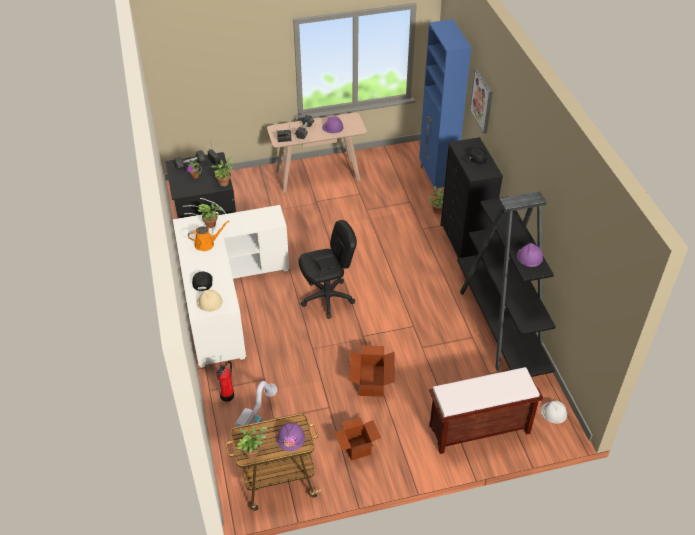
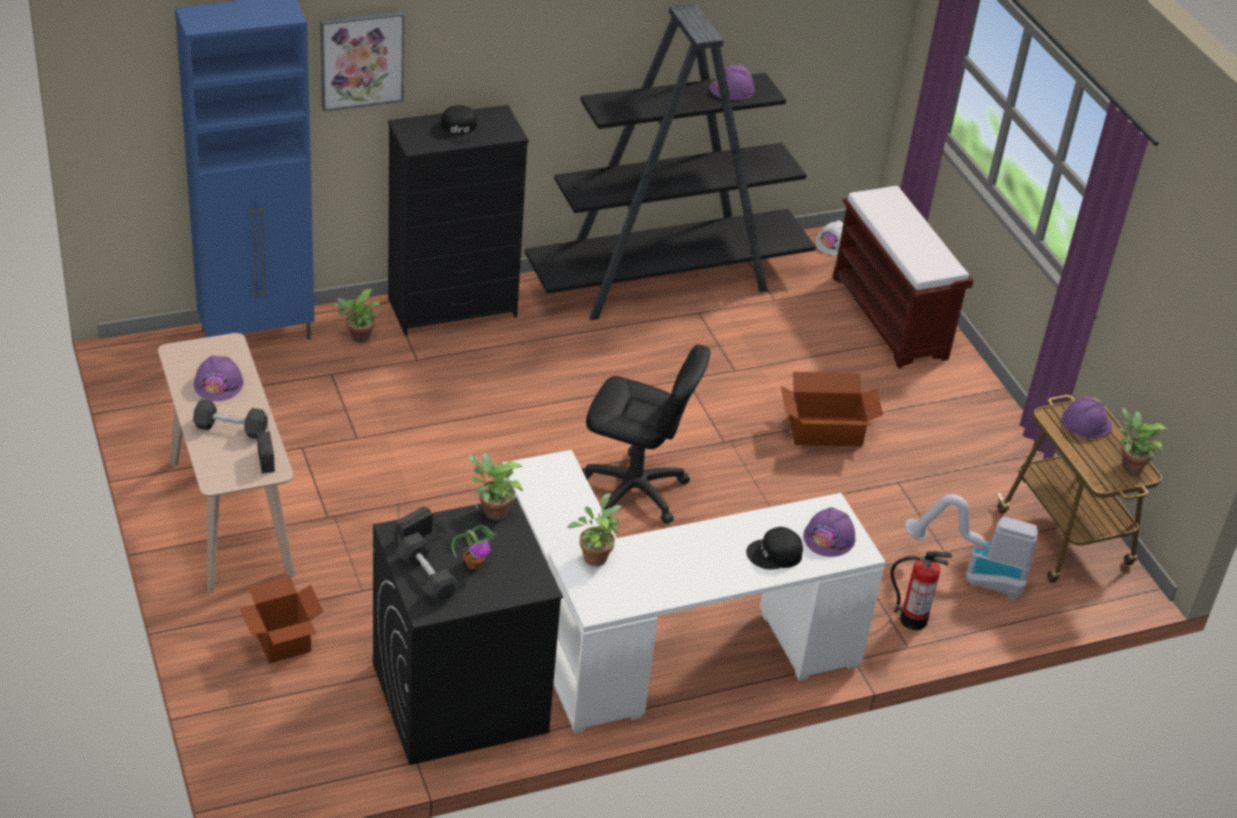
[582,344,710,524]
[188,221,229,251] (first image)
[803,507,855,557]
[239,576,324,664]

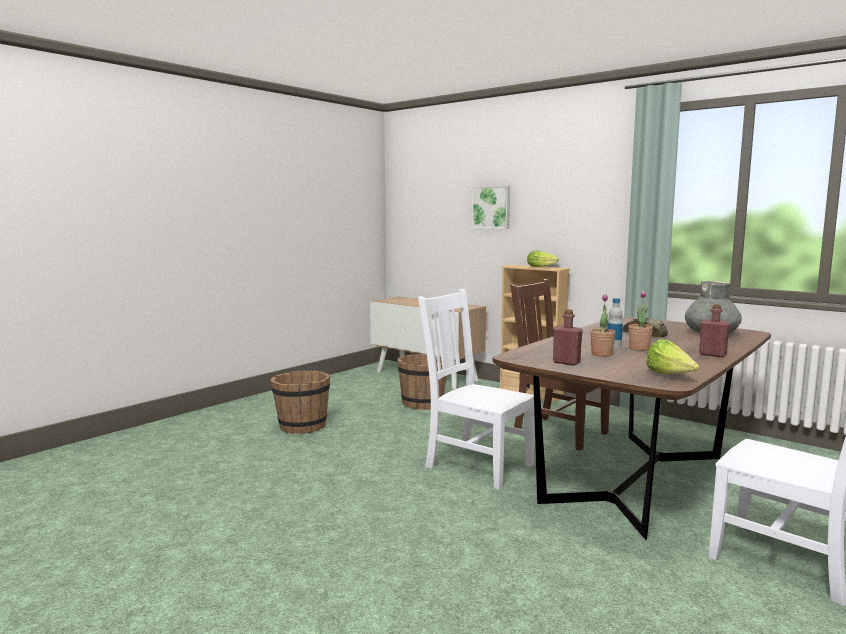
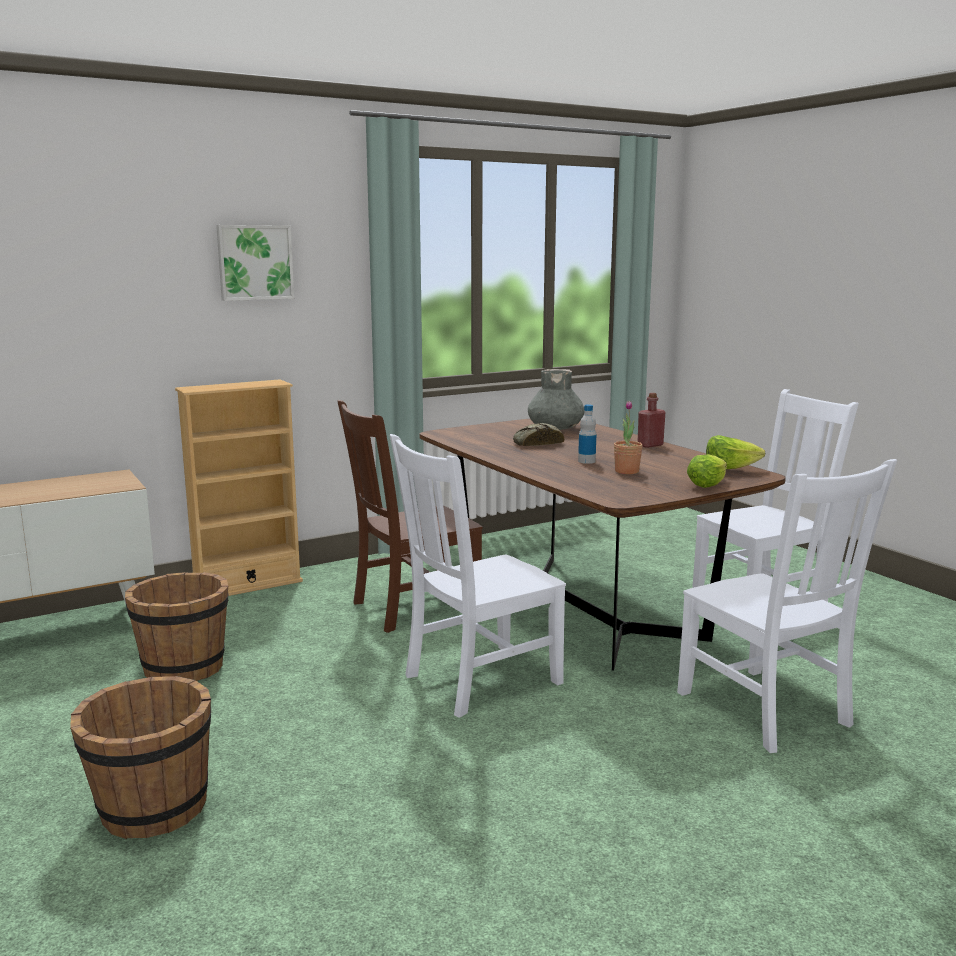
[216,225,294,301]
[687,454,727,488]
[628,291,653,351] (first image)
[553,309,583,366] (first image)
[677,459,897,753]

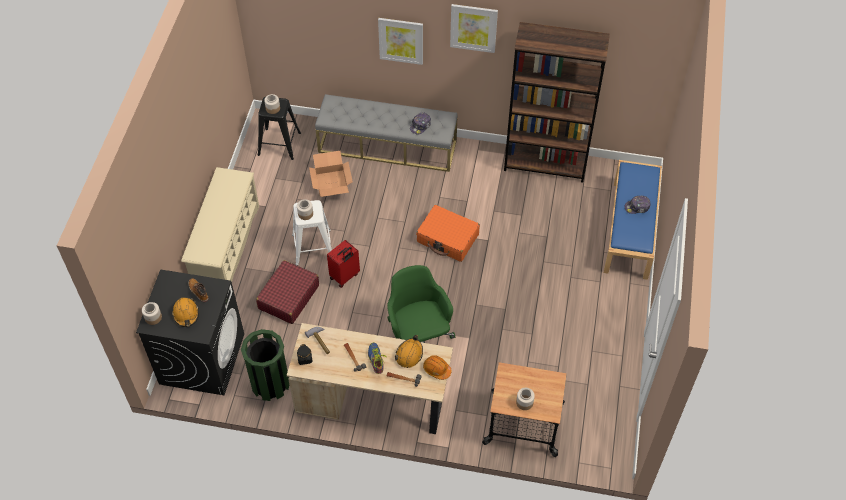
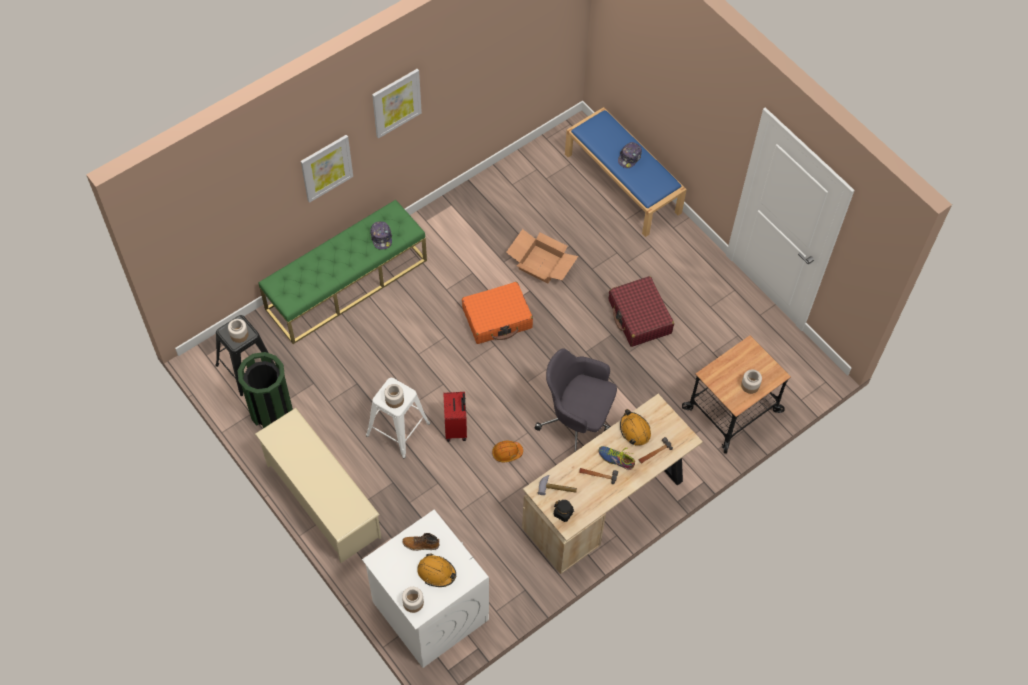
[504,22,610,182] (first image)
[259,200,427,344]
[506,229,578,283]
[609,276,674,347]
[534,348,617,452]
[362,510,489,668]
[237,352,293,428]
[492,441,523,462]

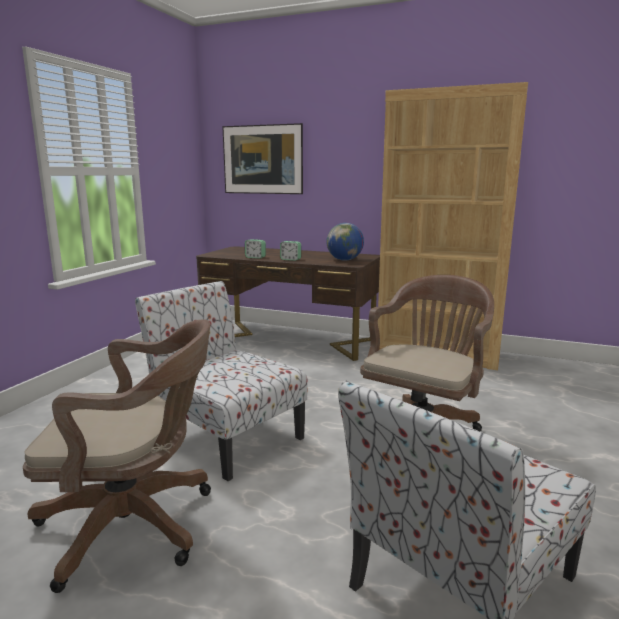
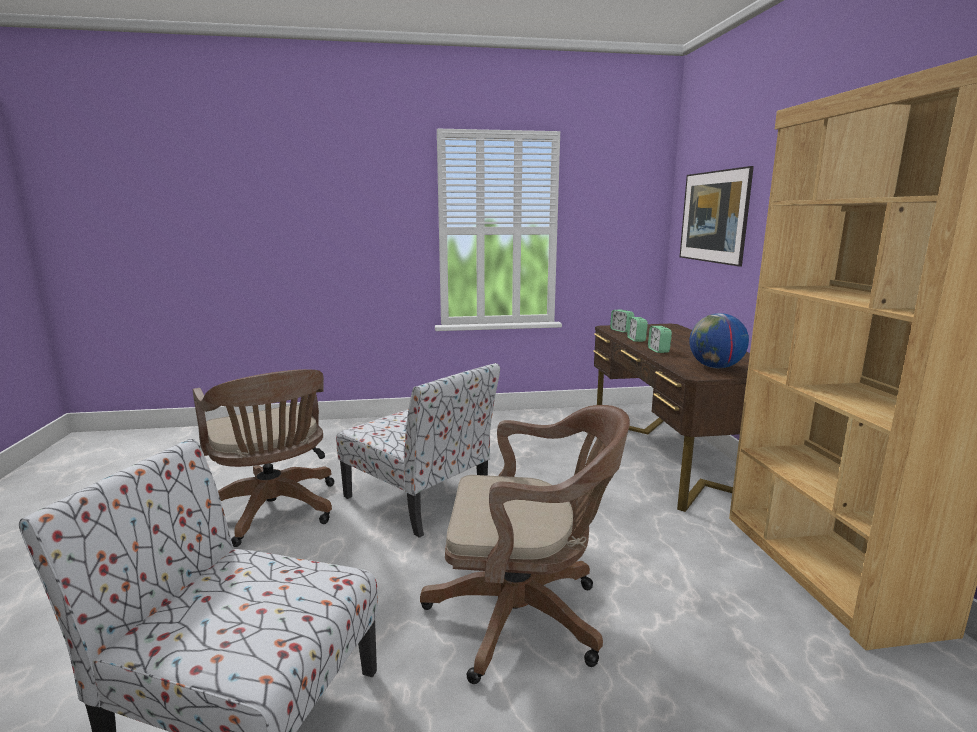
[336,363,500,538]
[610,310,634,333]

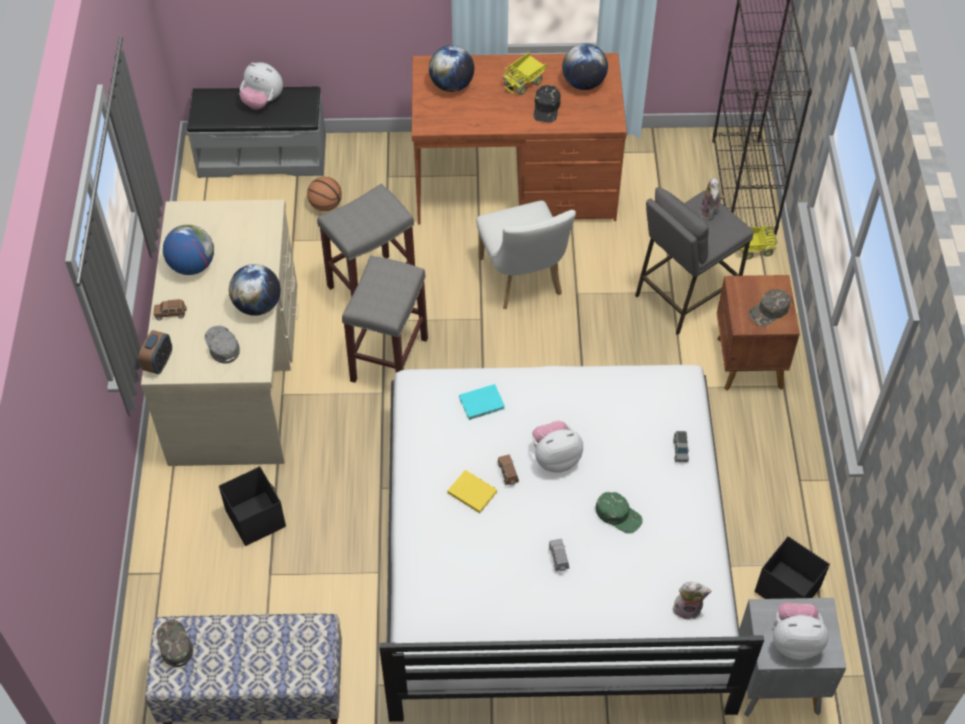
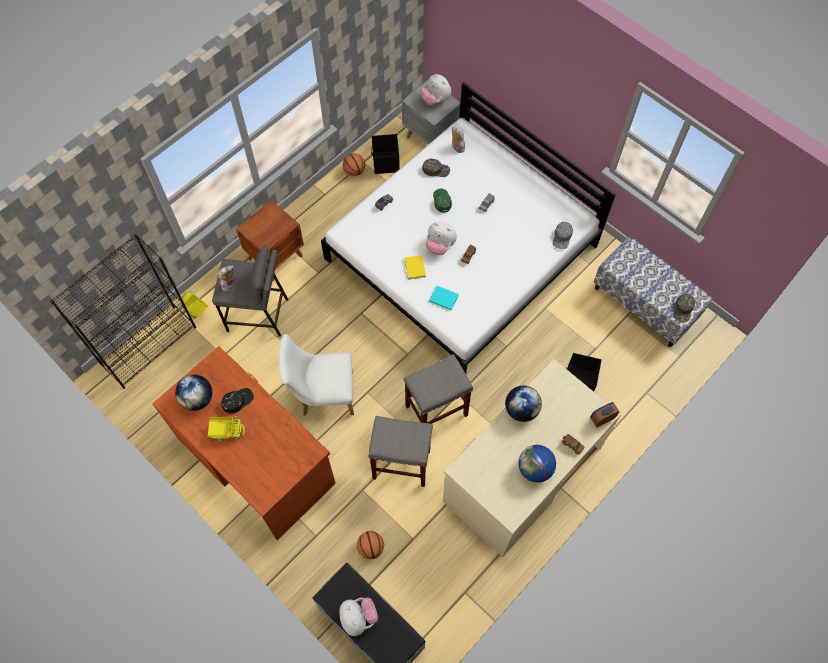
[429,45,474,92] (first image)
[278,334,354,416]
[422,158,450,177]
[553,222,573,249]
[404,255,426,279]
[343,153,365,176]

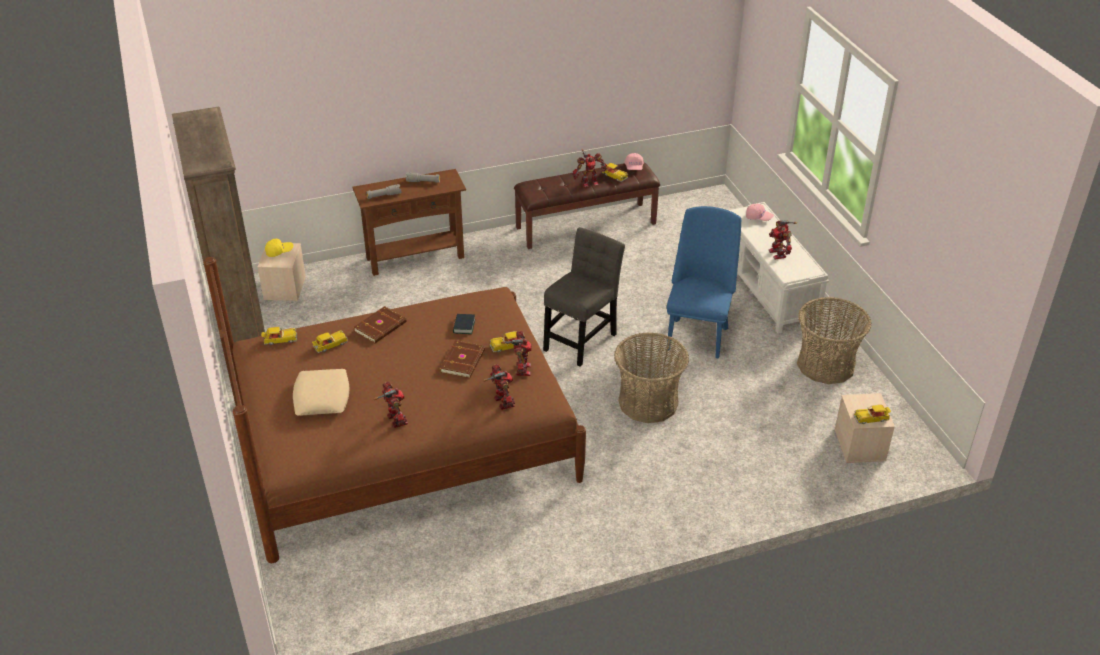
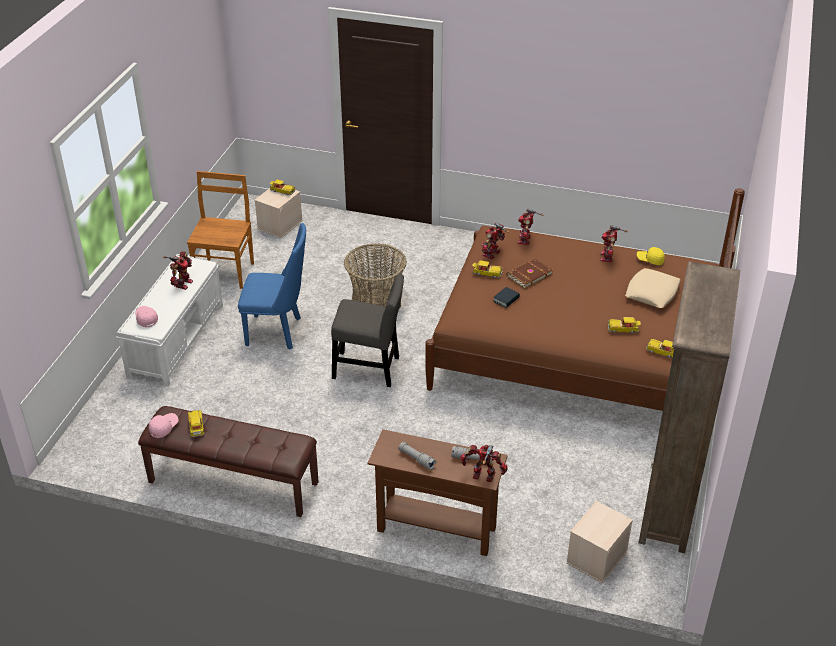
[461,444,508,482]
[238,223,306,350]
[331,273,404,387]
[637,247,665,265]
[187,171,254,289]
[354,306,407,343] (first image)

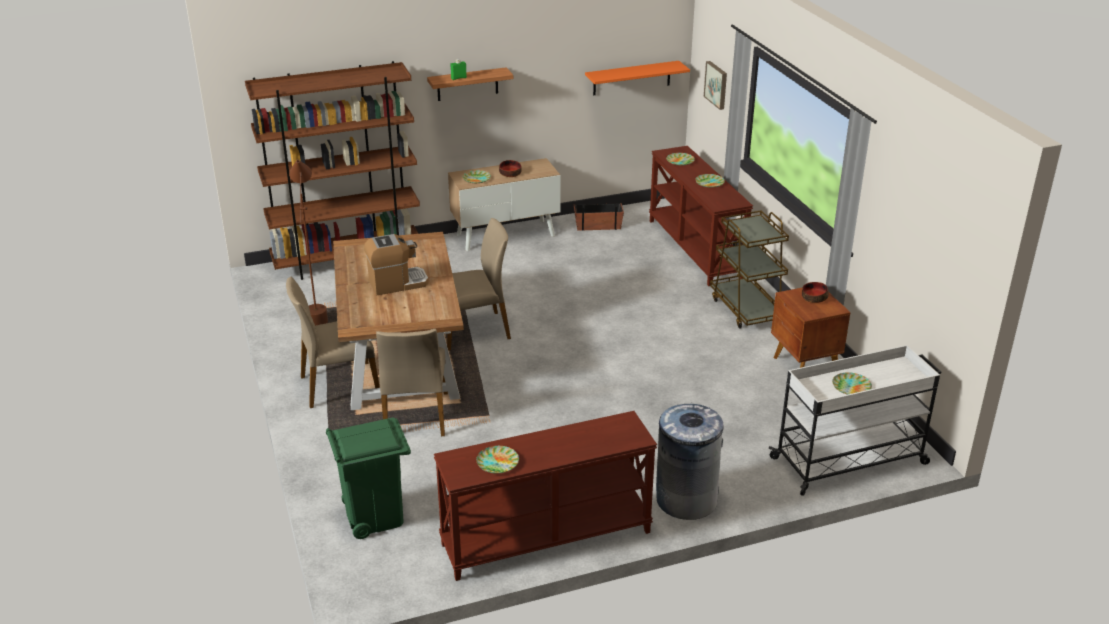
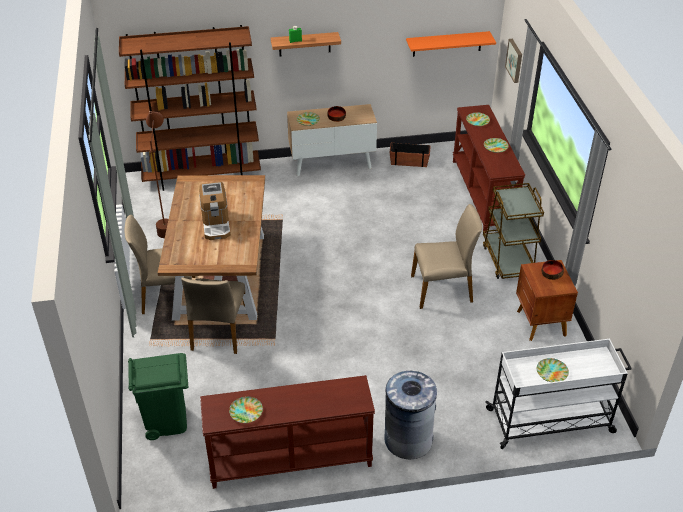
[411,204,482,309]
[199,182,231,240]

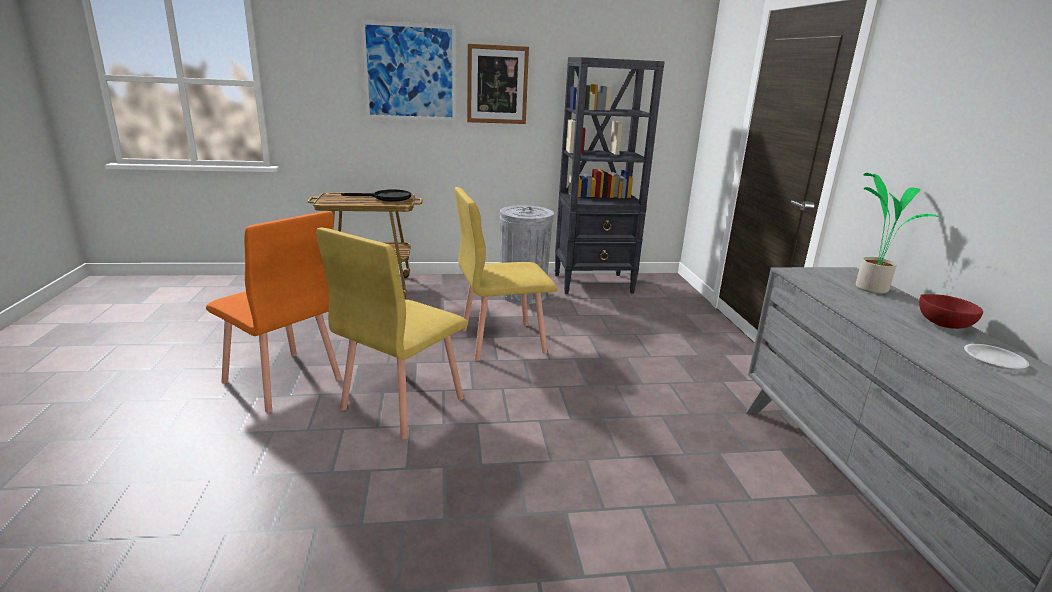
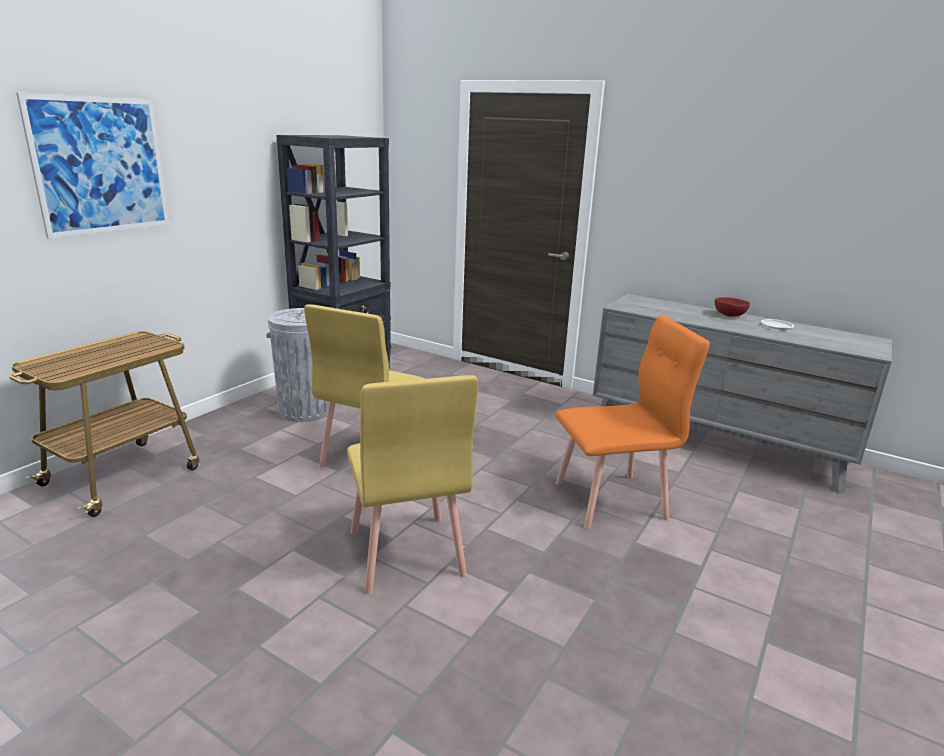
[467,44,529,124] (first image)
[856,173,939,294] (first image)
[341,189,411,202] (first image)
[555,315,710,529]

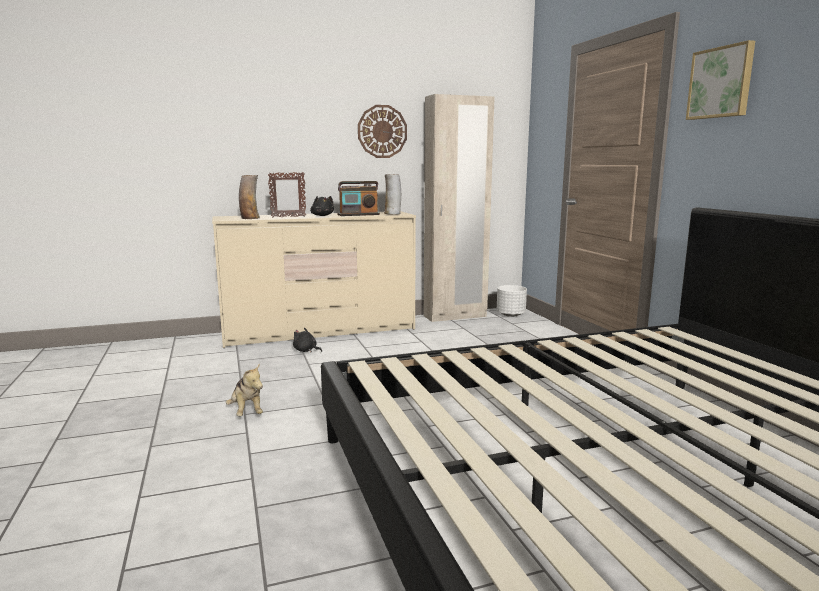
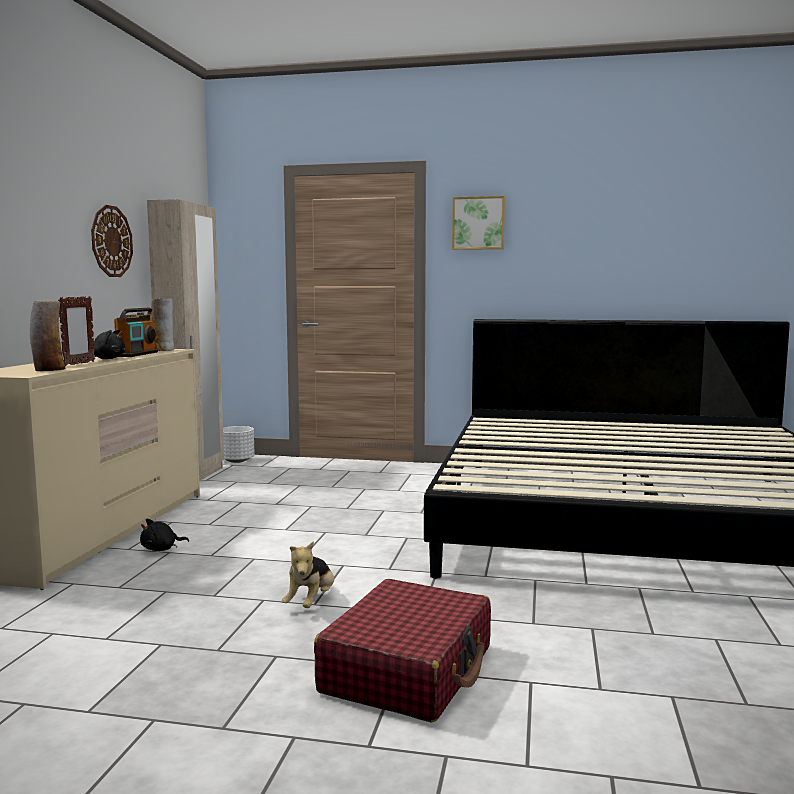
[282,541,334,608]
[314,579,491,723]

